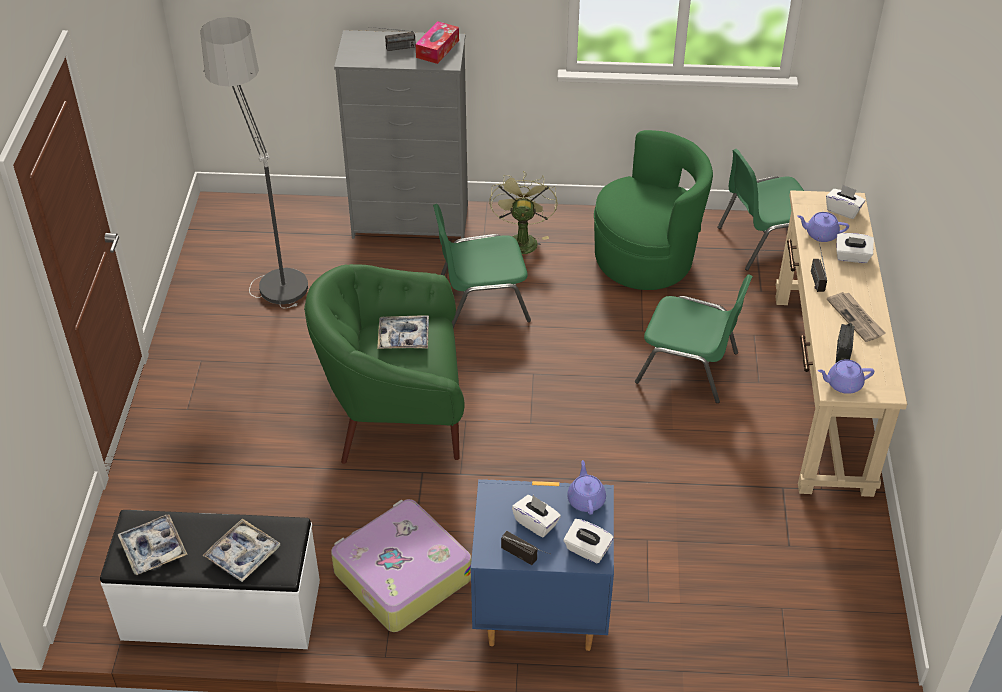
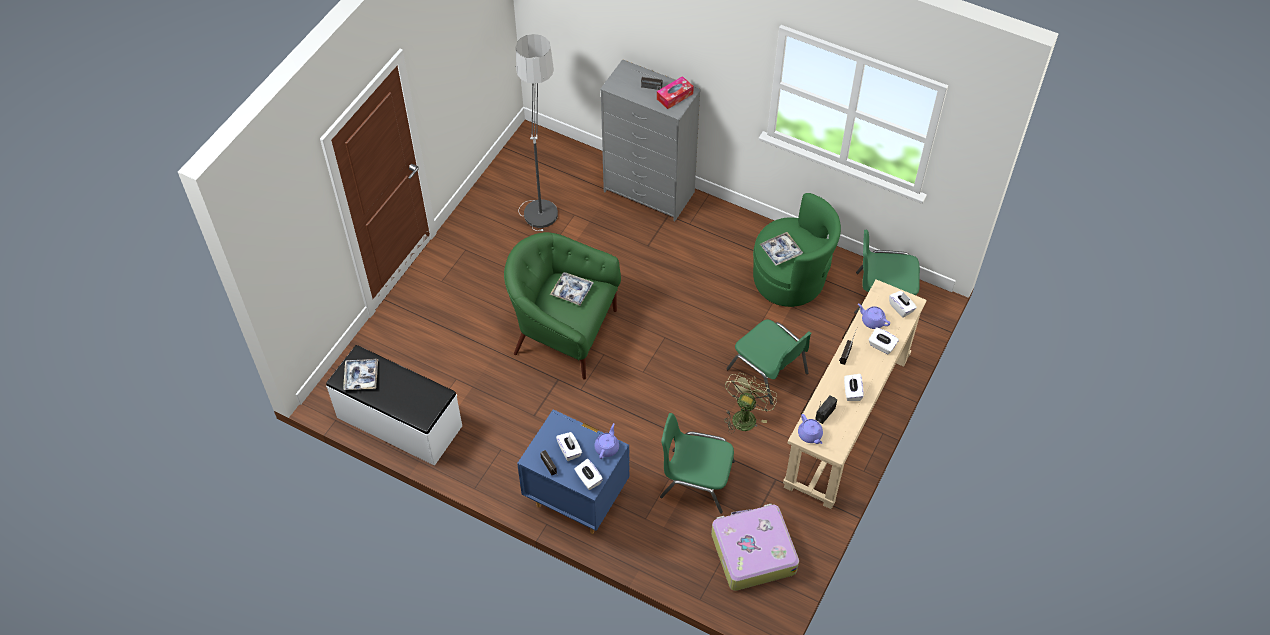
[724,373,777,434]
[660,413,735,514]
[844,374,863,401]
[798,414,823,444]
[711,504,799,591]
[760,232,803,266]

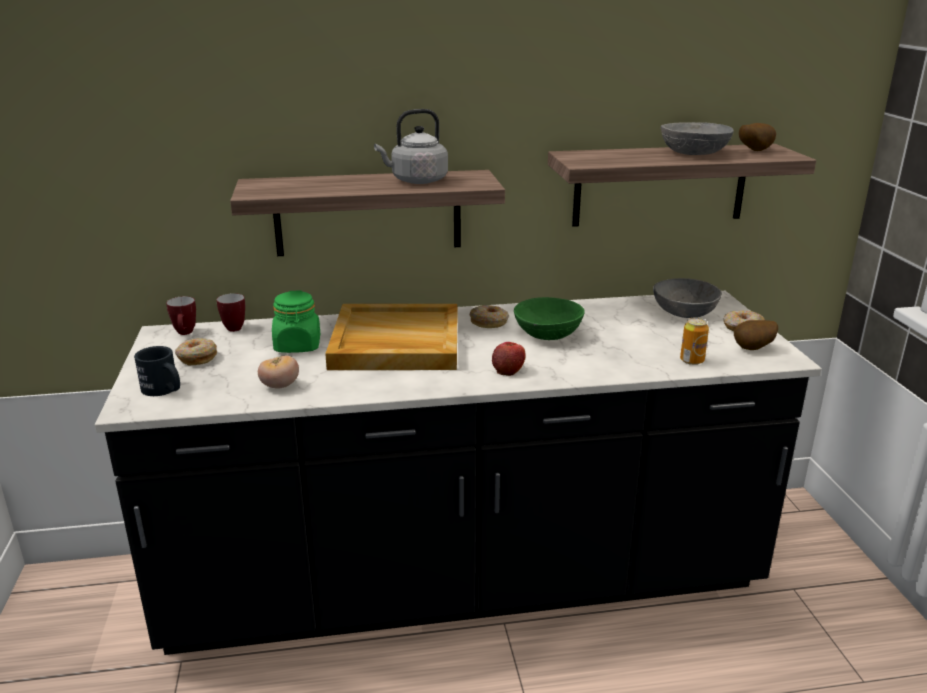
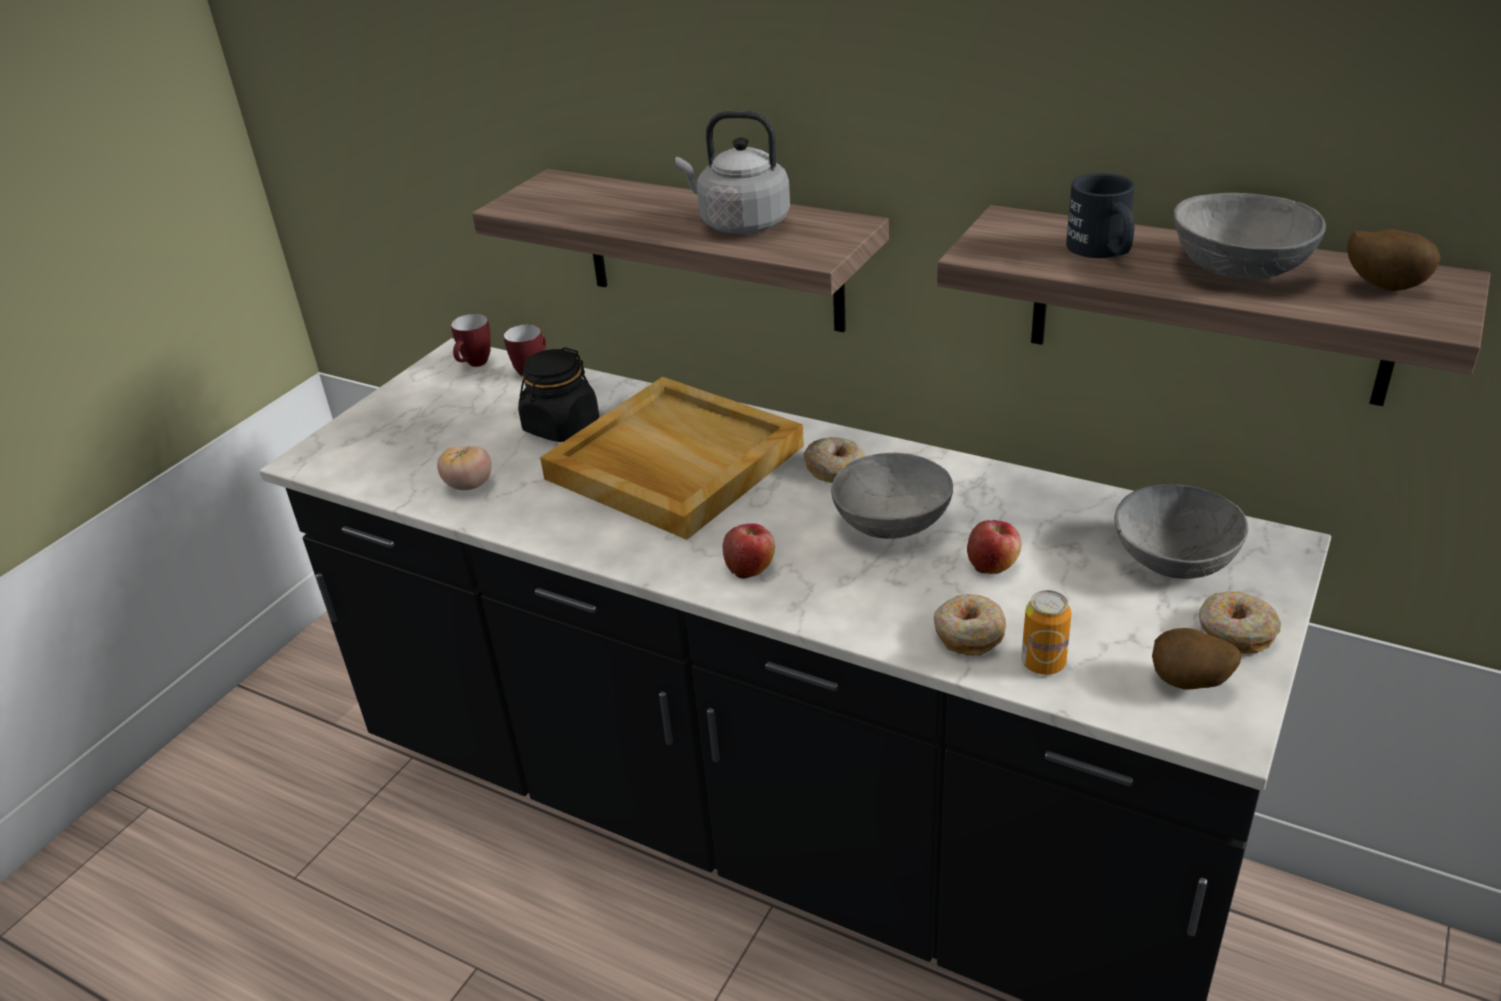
[518,347,599,442]
[831,453,953,539]
[934,594,1006,656]
[1066,173,1135,258]
[967,520,1021,574]

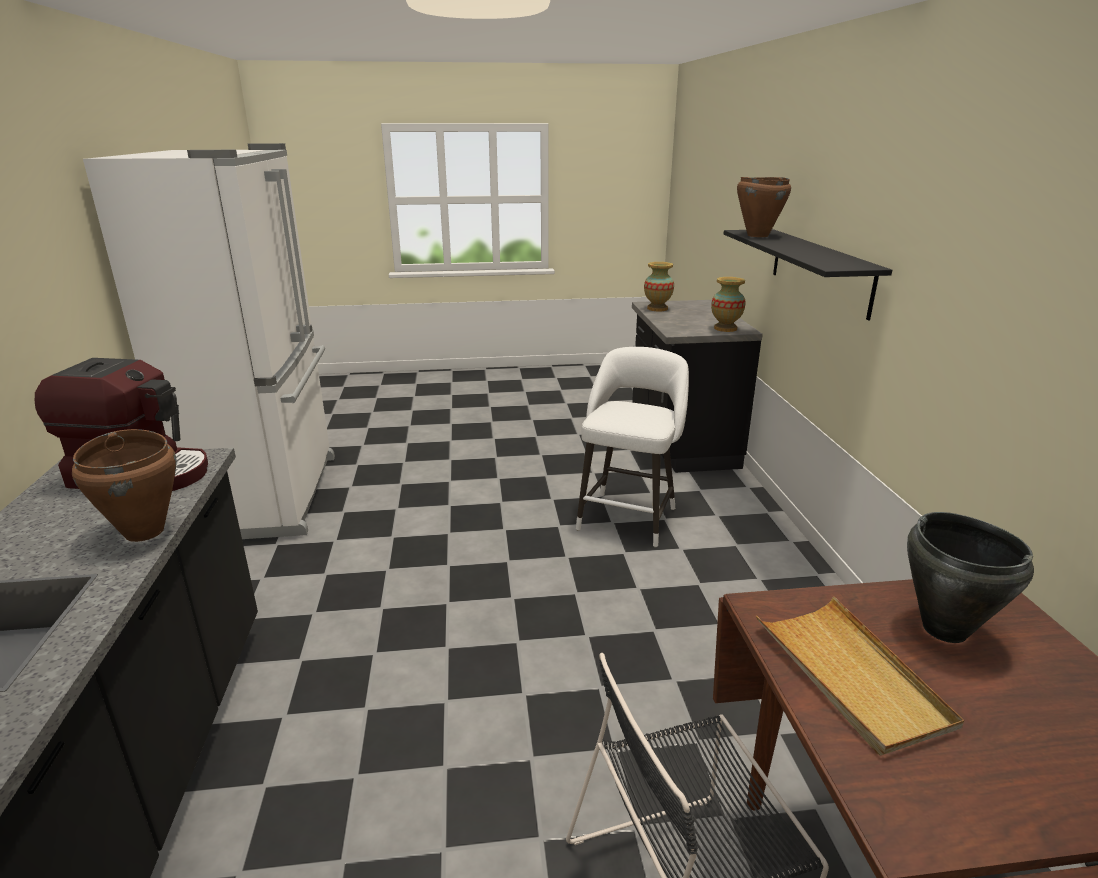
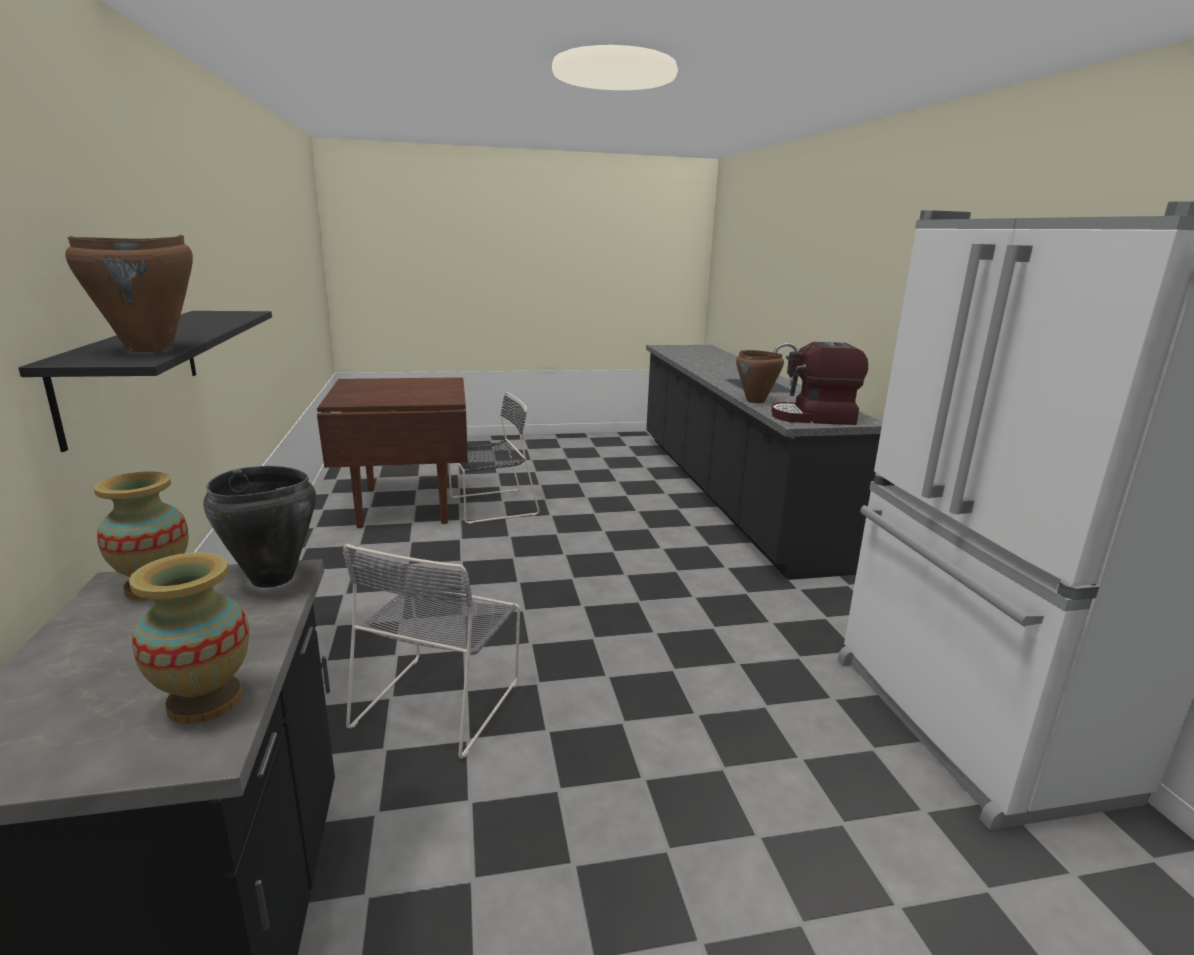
[343,544,520,759]
[203,466,316,588]
[756,597,964,756] (first image)

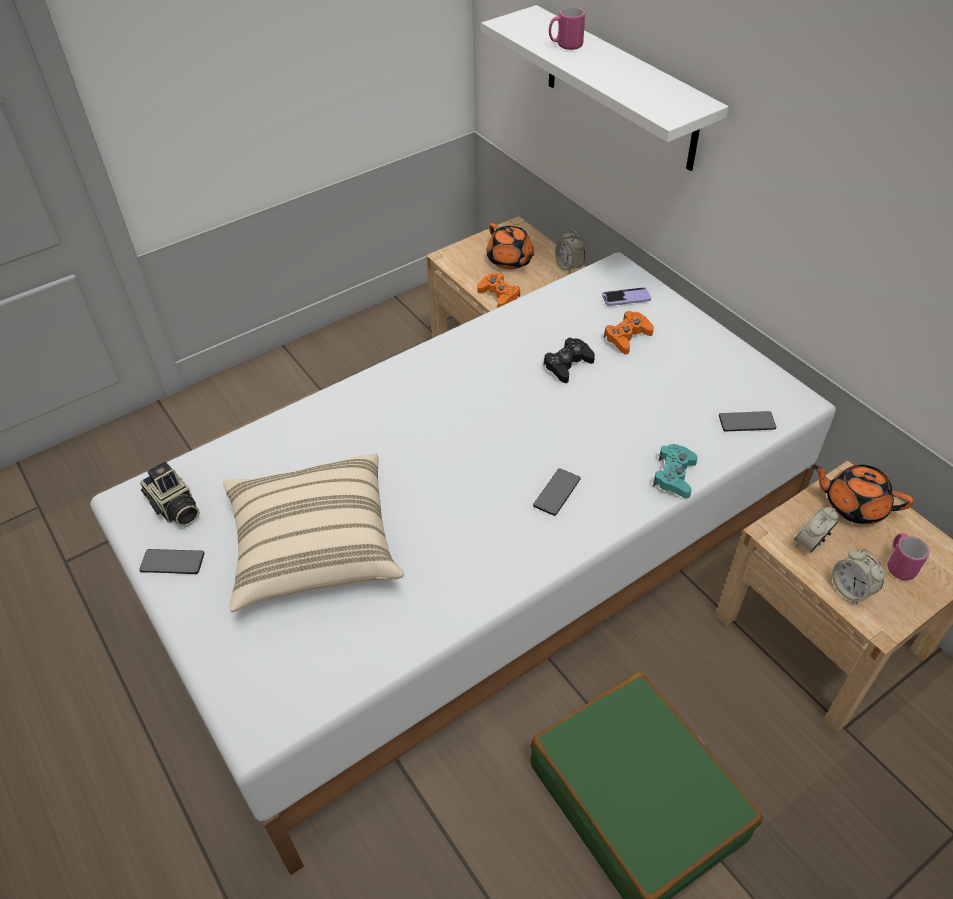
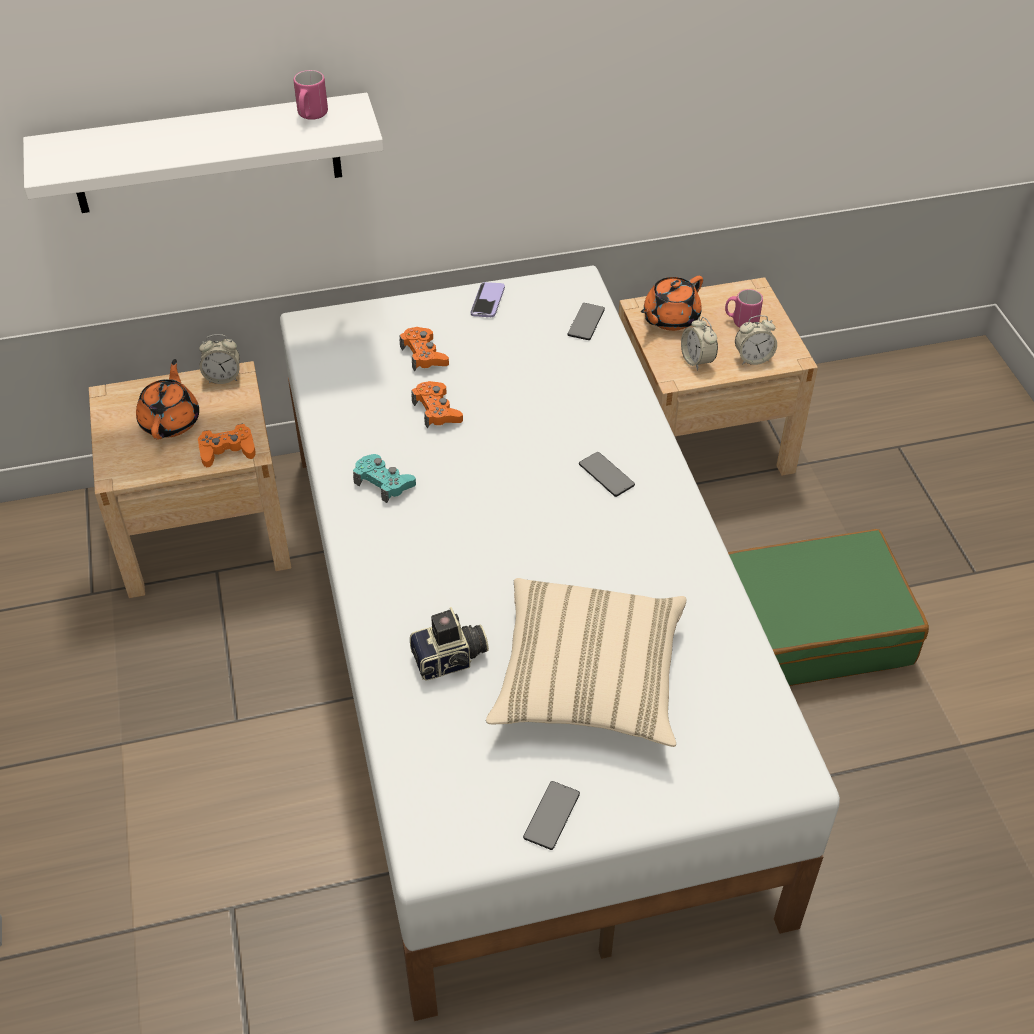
[294,70,328,120]
[136,359,199,440]
[470,282,505,317]
[411,381,463,428]
[353,454,416,503]
[410,607,489,680]

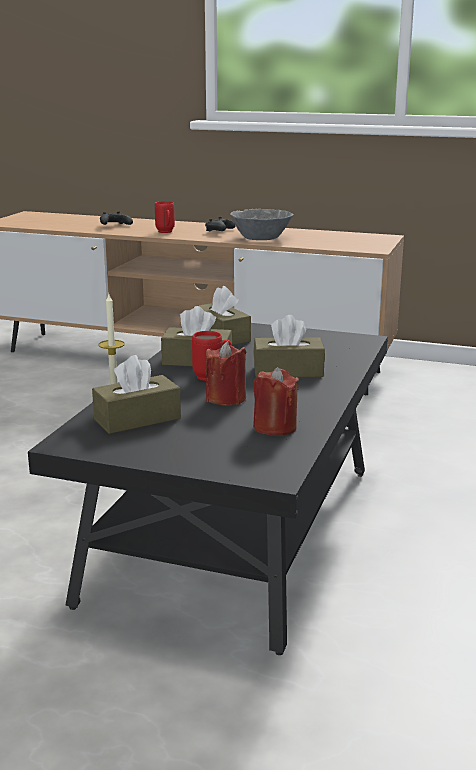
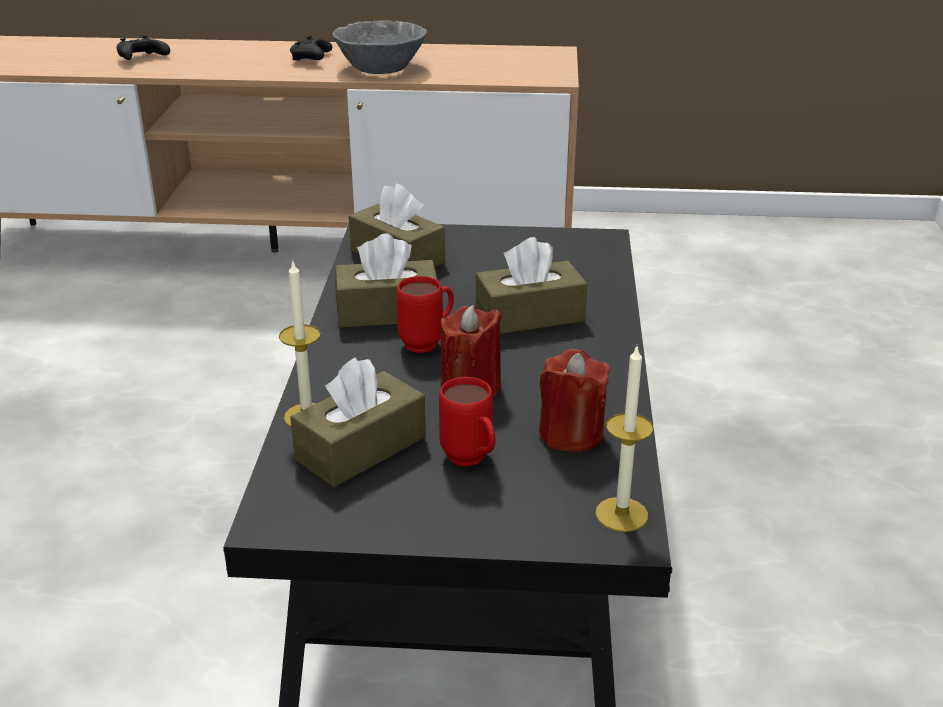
[439,377,496,466]
[595,347,653,532]

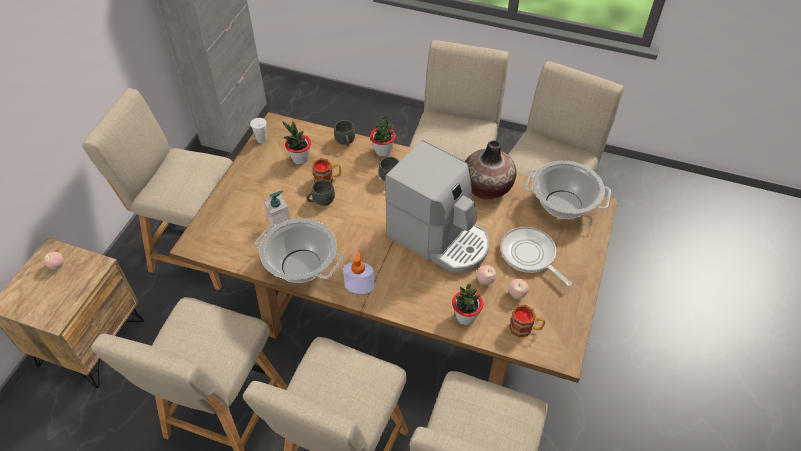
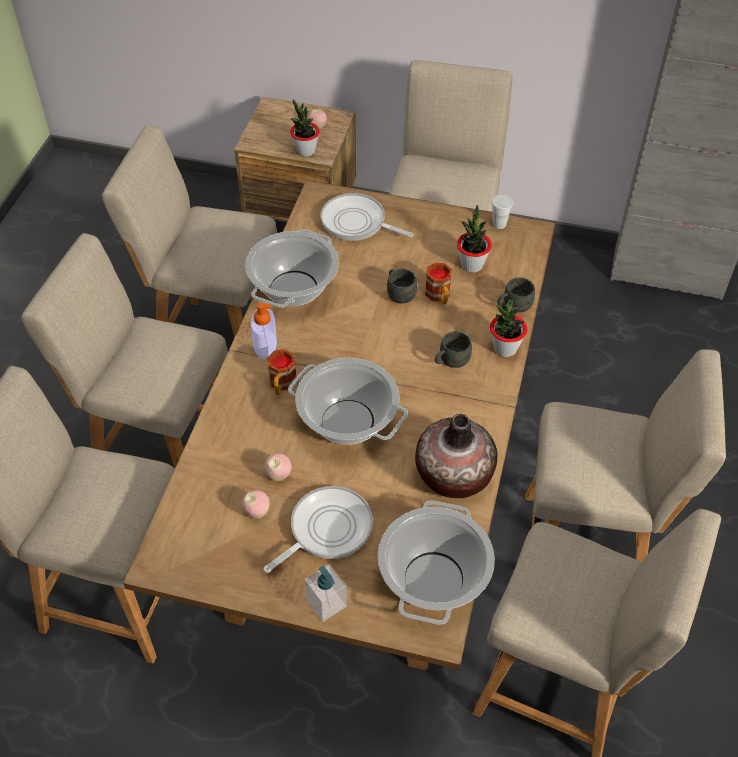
[288,358,408,445]
[305,564,347,622]
[290,99,320,157]
[267,349,296,395]
[320,193,413,241]

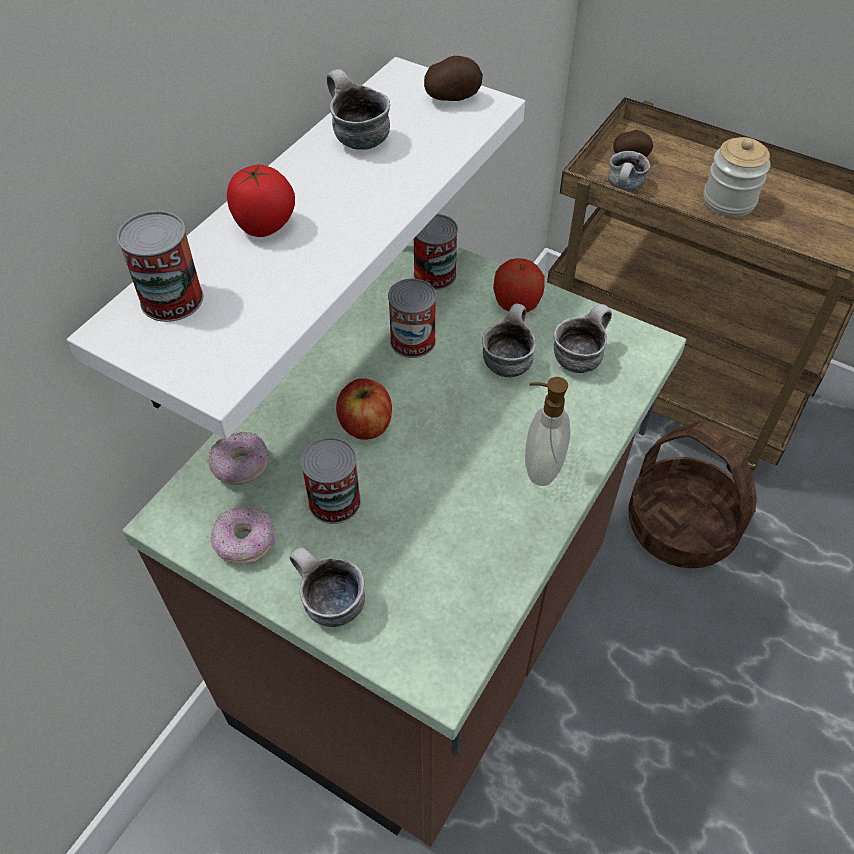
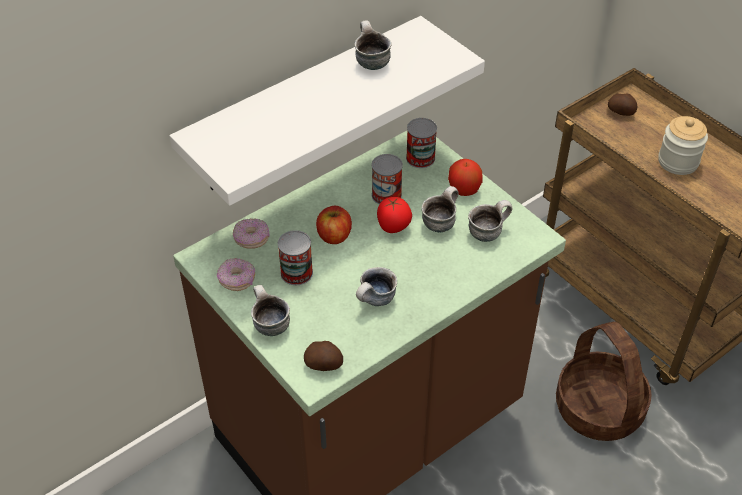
[304,341,343,371]
[356,267,397,306]
[377,197,412,233]
[117,211,203,322] (first image)
[525,377,571,486] (first image)

